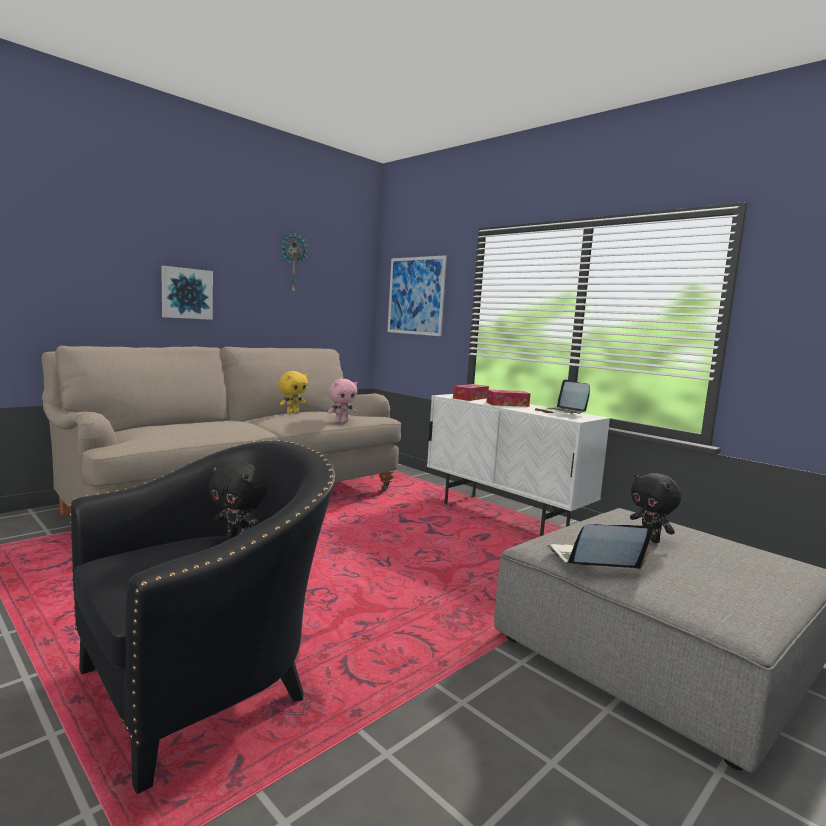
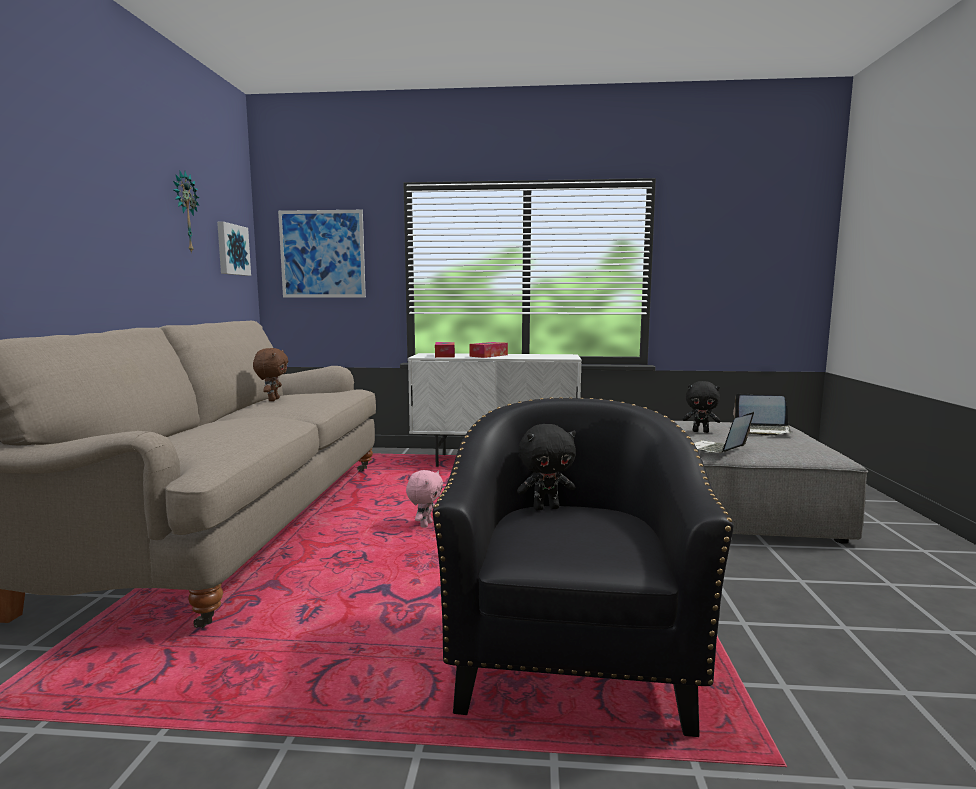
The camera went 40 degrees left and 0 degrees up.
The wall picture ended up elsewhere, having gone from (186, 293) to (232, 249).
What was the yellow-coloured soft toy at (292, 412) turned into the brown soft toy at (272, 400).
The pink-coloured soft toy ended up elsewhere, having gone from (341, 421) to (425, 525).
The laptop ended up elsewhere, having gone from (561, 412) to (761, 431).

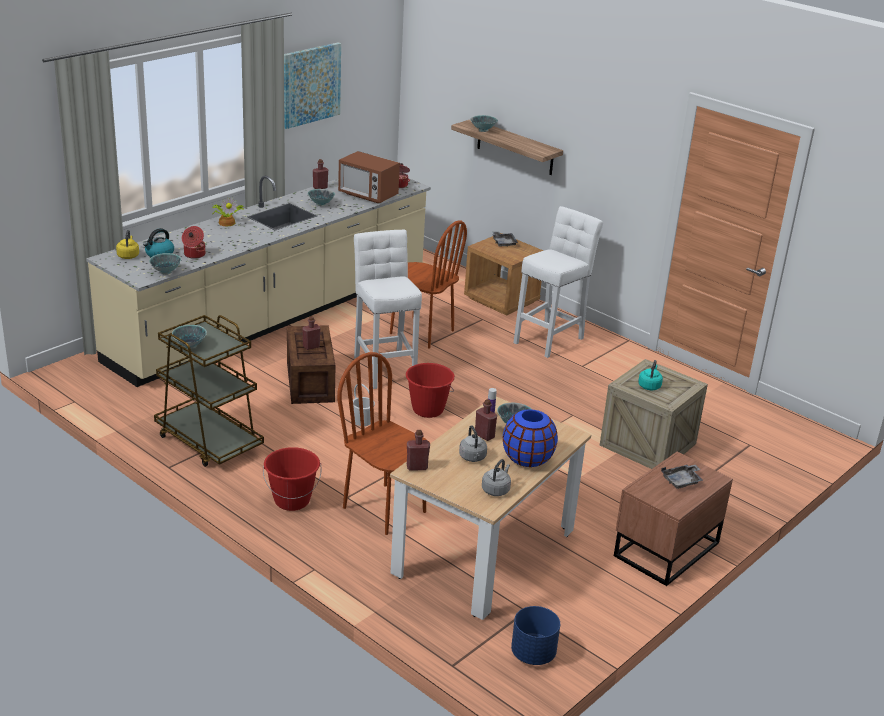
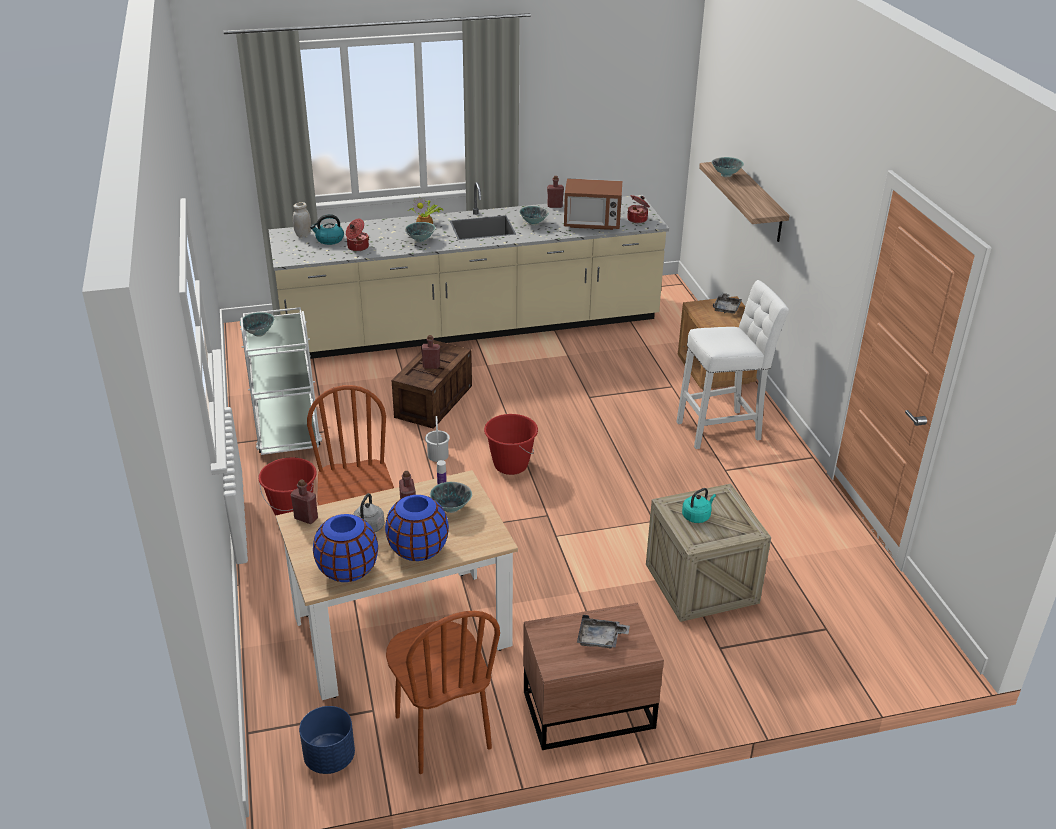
The camera went 35 degrees right and 5 degrees up.
The second view lost the wall picture at (310, 84).
The microwave oven at (368, 195) ended up facing another way, 60 degrees counterclockwise from before.
The brown upright chair ended up elsewhere, having gone from (421, 332) to (441, 732).
Where the yellow-coloured tea kettle stood at (128, 255), the white-coloured preserve jar came to stand at (303, 235).
The second view lost the white-coloured stool at (384, 368).
The bowl ended up elsewhere, having gone from (166, 272) to (421, 240).
What was the brown wheeled cart at (208, 441) turned into the white-coloured wheeled cart at (287, 430).
Where the gray tea kettle stood at (496, 490), the blue-coloured vase came to stand at (348, 570).

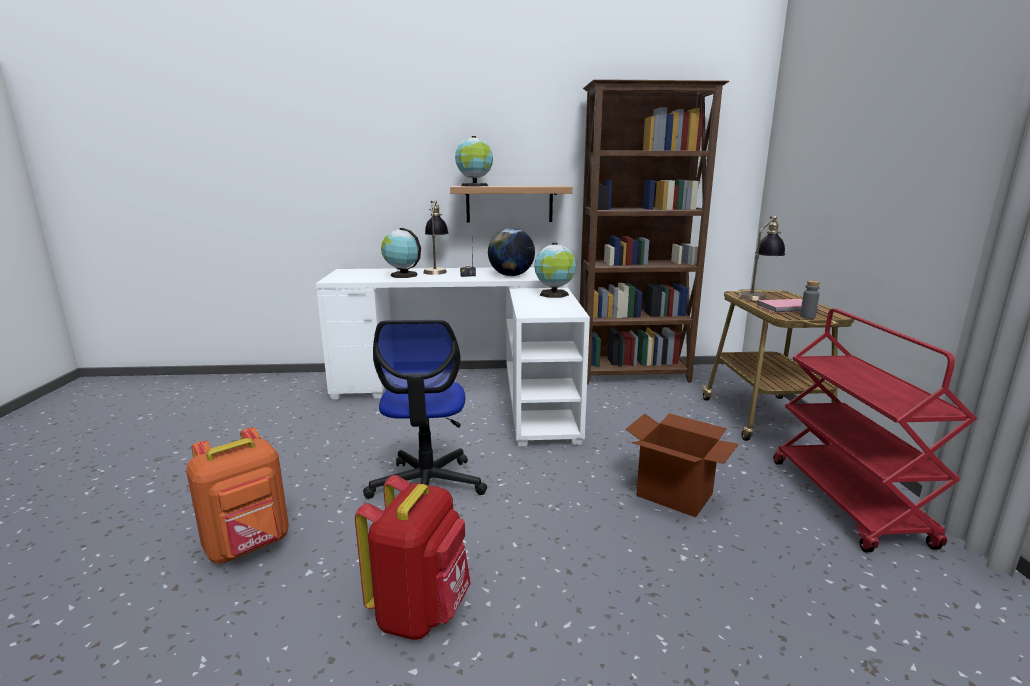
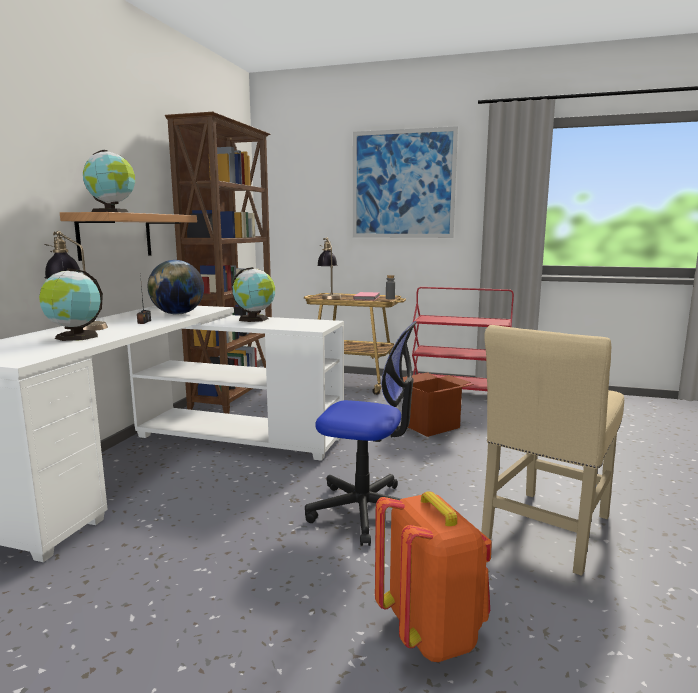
The camera went 70 degrees left and 5 degrees down.
Where the red backpack stood at (420, 611), the beige-coloured upright chair came to stand at (546, 532).
The second view gained the wall picture at (403, 184).

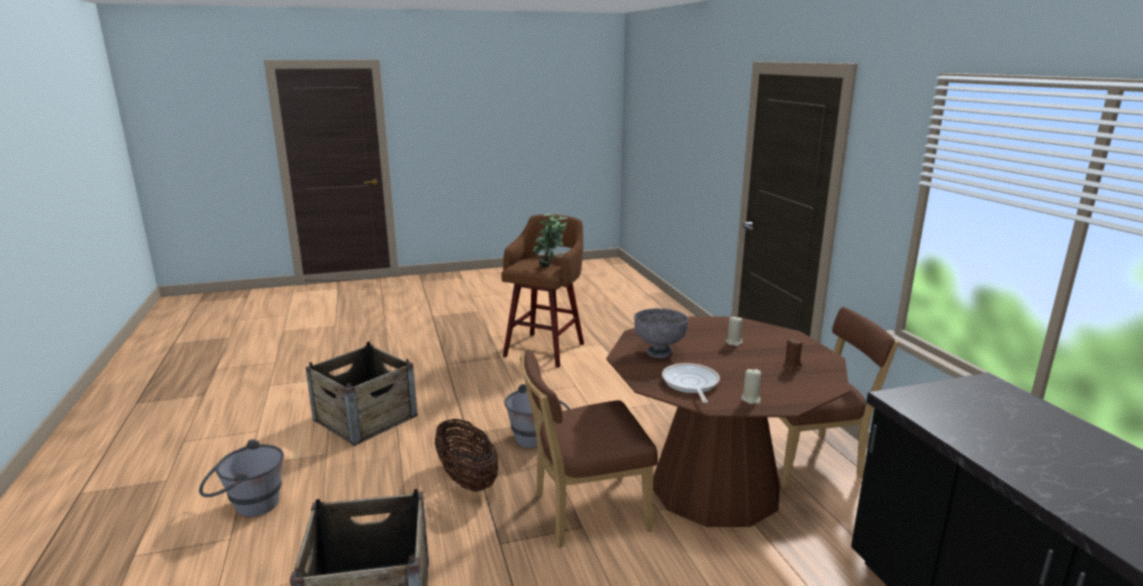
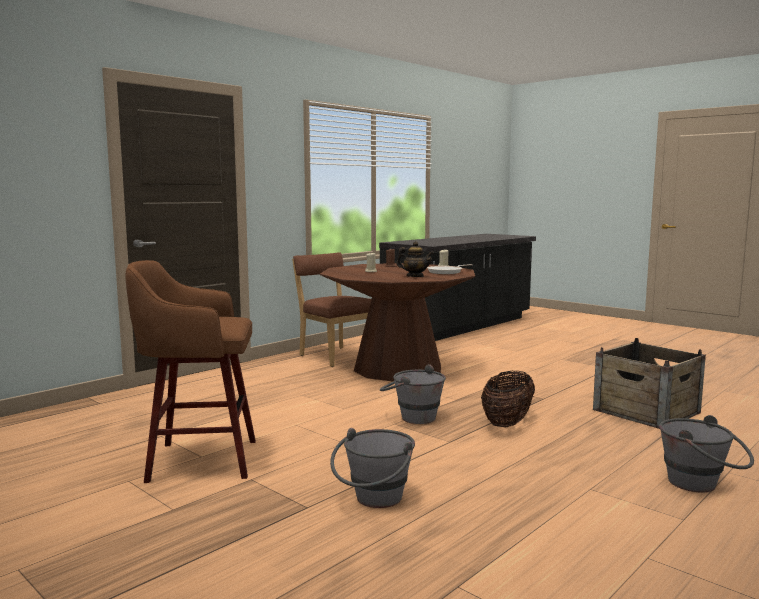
The camera went 120 degrees left and 10 degrees down.
The second view lost the houseplant at (550, 267).
Where the gray bowl stood at (659, 352), the teapot came to stand at (415, 276).
The second view lost the shipping crate at (365, 418).
The second view lost the brown upright chair at (585, 512).
The second view gained the gray bucket at (374, 501).

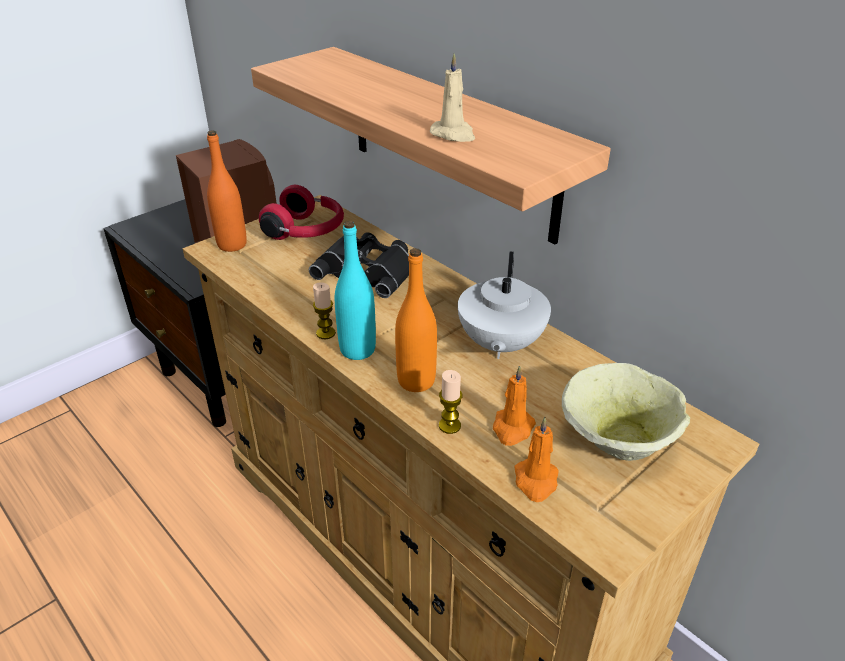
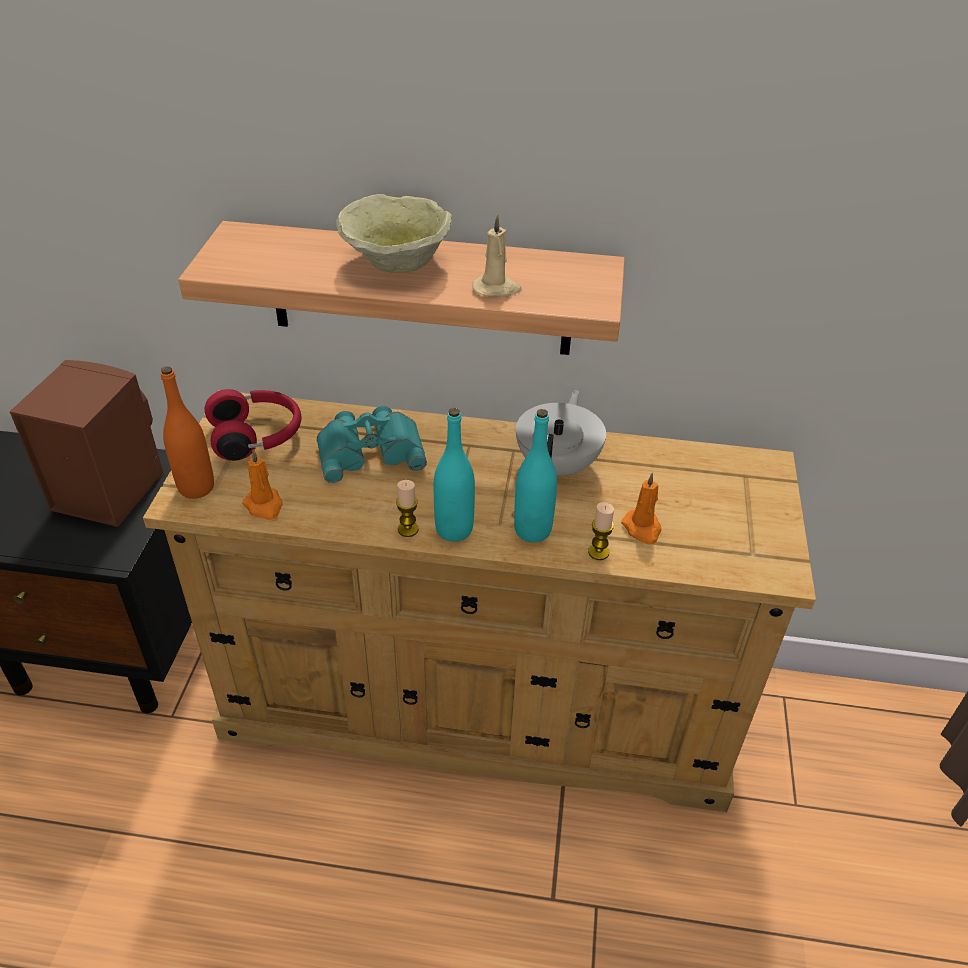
The camera went 40 degrees left and 5 degrees up.
What was the black-coloured field glasses at (368, 270) turned into the turquoise field glasses at (370, 449).
What was the orange drink bottle at (416, 381) turned into the turquoise drink bottle at (532, 530).
The white-coloured teapot at (499, 344) ended up facing another way, 135 degrees counterclockwise from before.
The beige-coloured bowl ended up elsewhere, having gone from (618, 437) to (396, 262).
The orange wax light ended up elsewhere, having gone from (536, 481) to (264, 506).

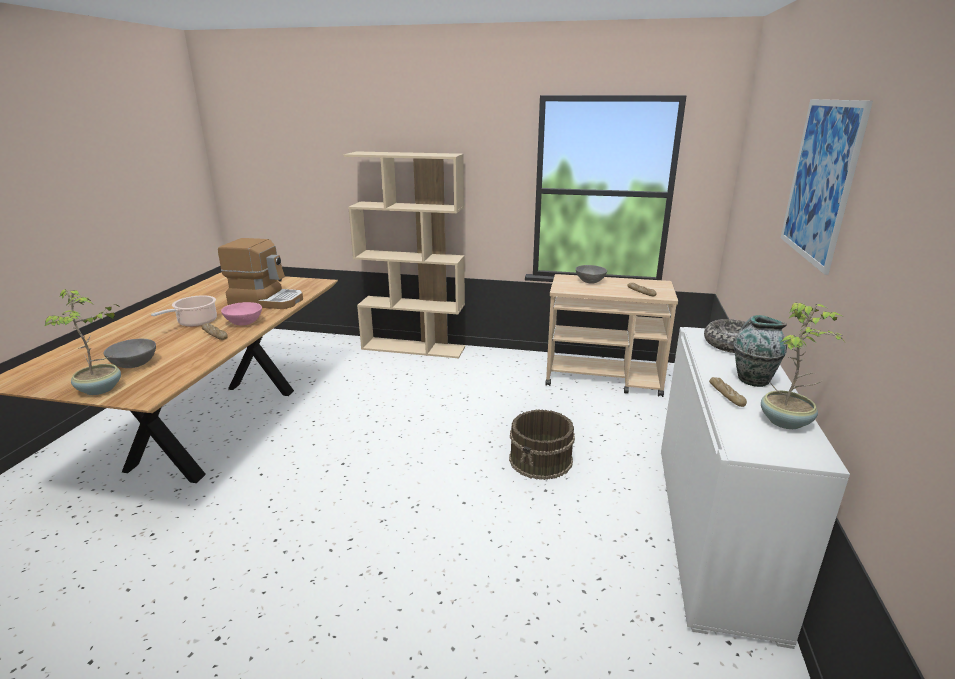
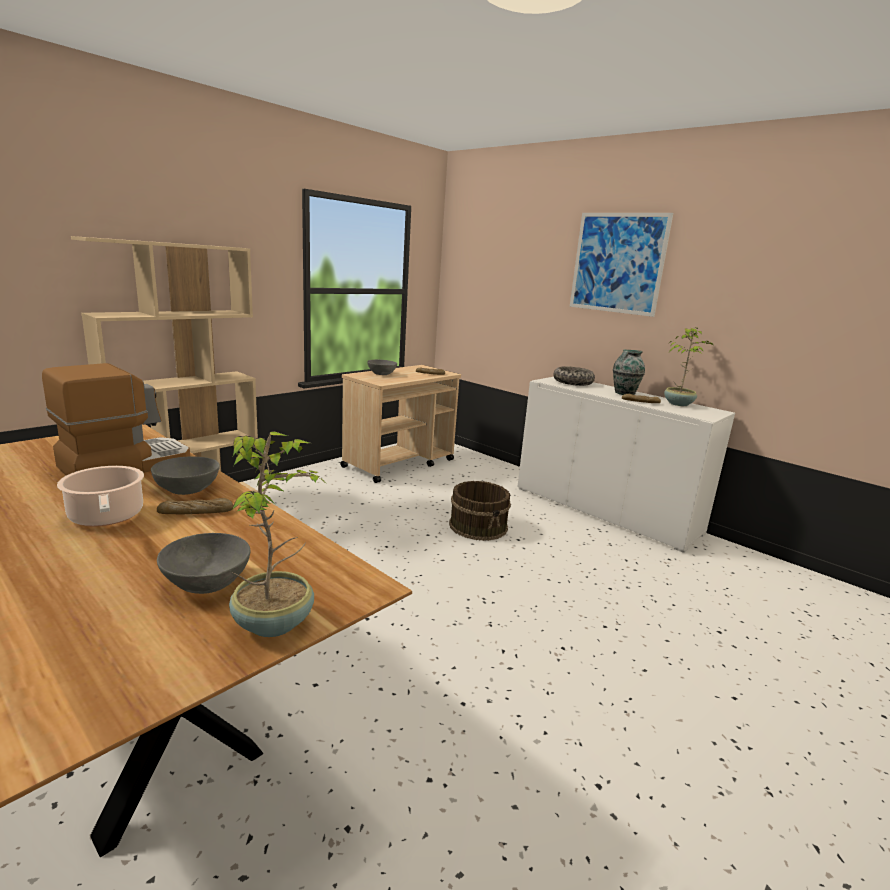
The camera went 60 degrees left and 5 degrees down.
What was the pink-coloured bowl at (244, 323) turned into the gray bowl at (187, 490).

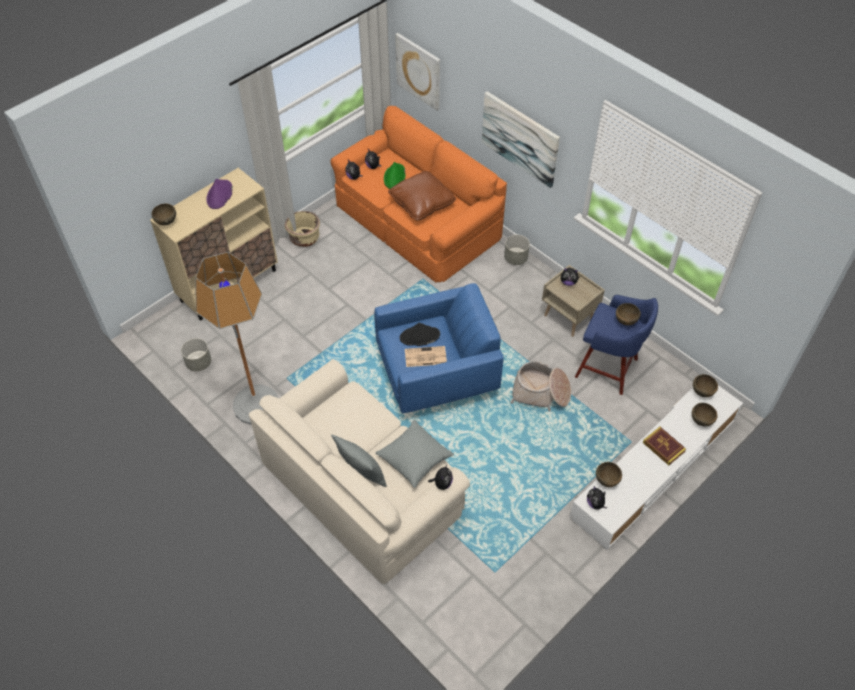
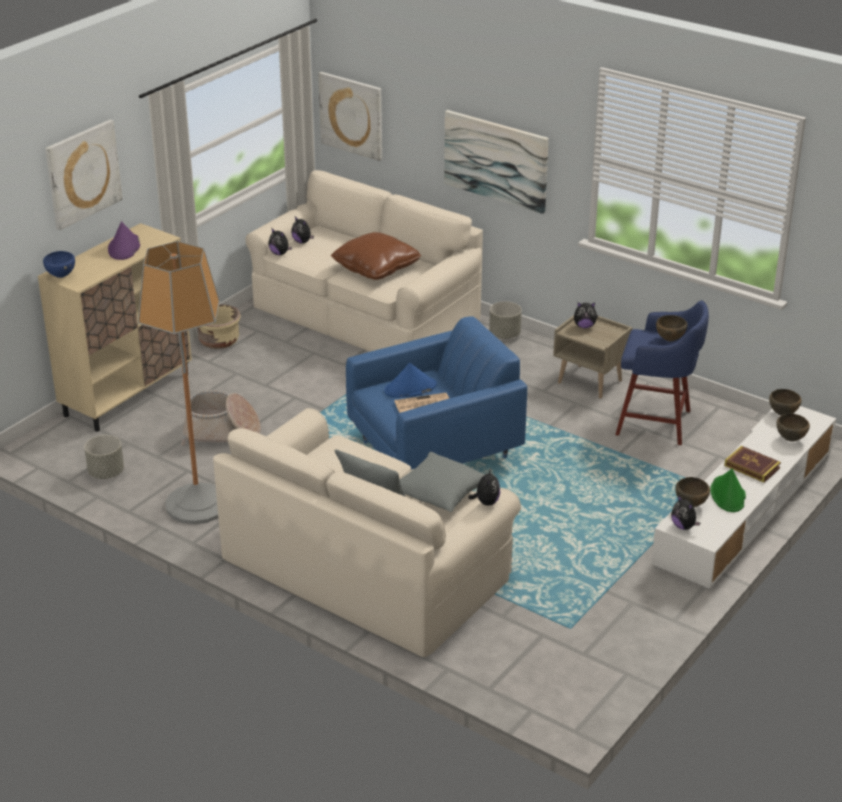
The camera went 10 degrees left and 20 degrees down.
What was the orange sofa at (418, 222) turned into the beige-coloured sofa at (366, 313).
The green clothing hat ended up elsewhere, having gone from (394, 177) to (728, 495).
What was the brown bowl at (166, 222) turned into the blue-coloured bowl at (61, 276).
What was the black-coloured clothing hat at (419, 336) turned into the blue-coloured clothing hat at (410, 388).
The basket ended up elsewhere, having gone from (541, 393) to (222, 432).
The second view gained the wall picture at (82, 173).

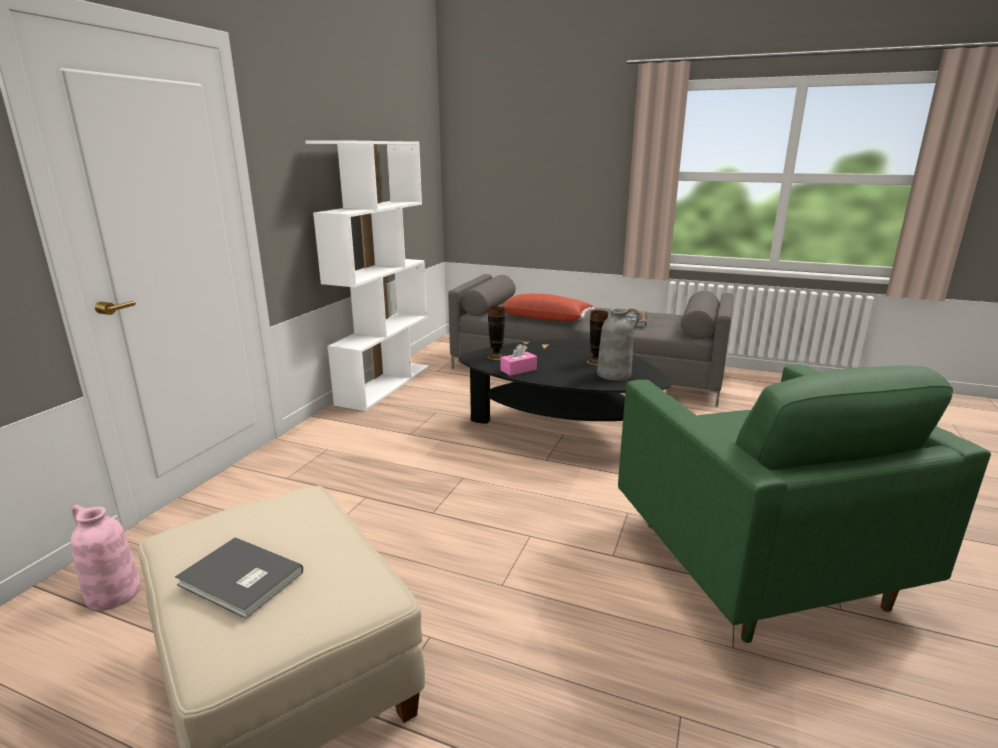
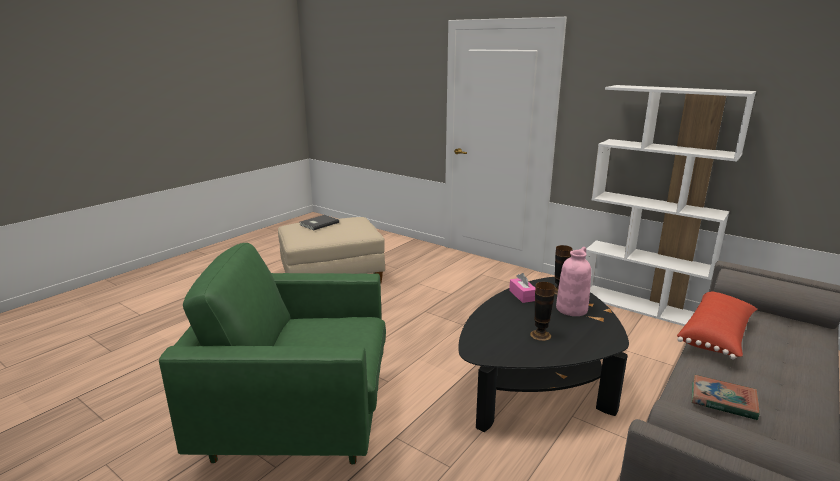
The camera went 105 degrees right and 0 degrees up.
The second view lost the gray vase at (614, 374).
The pink-coloured vase ended up elsewhere, having gone from (112, 594) to (571, 308).

